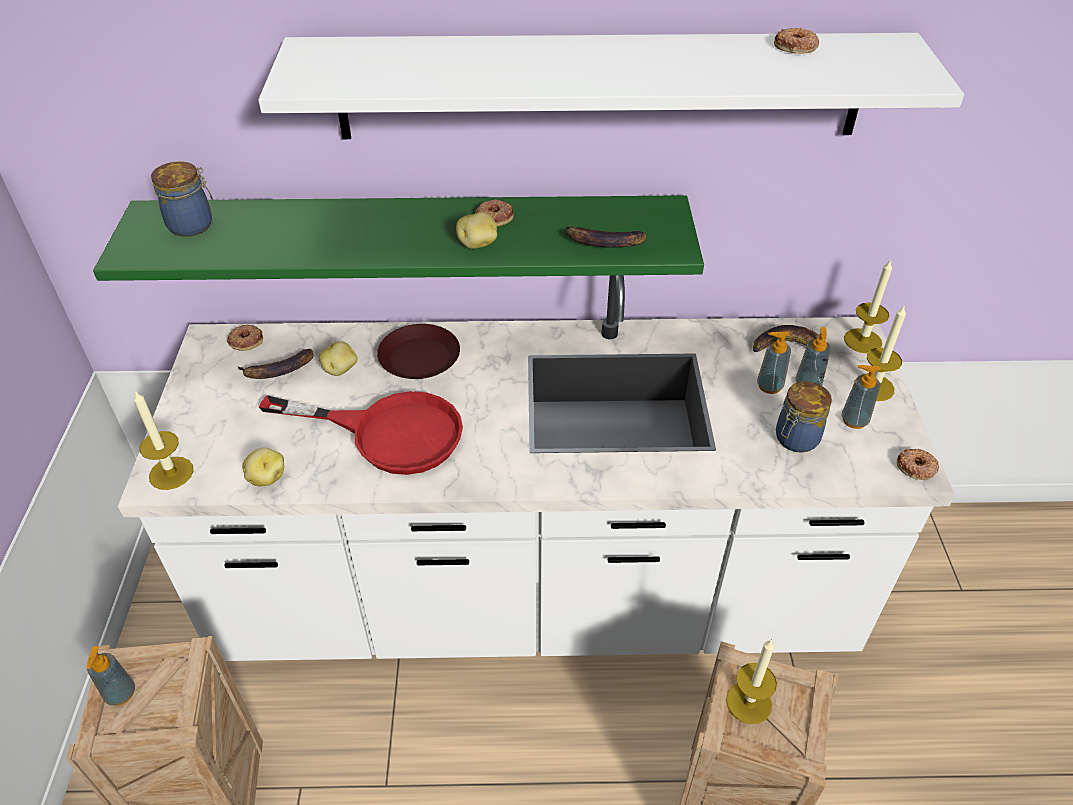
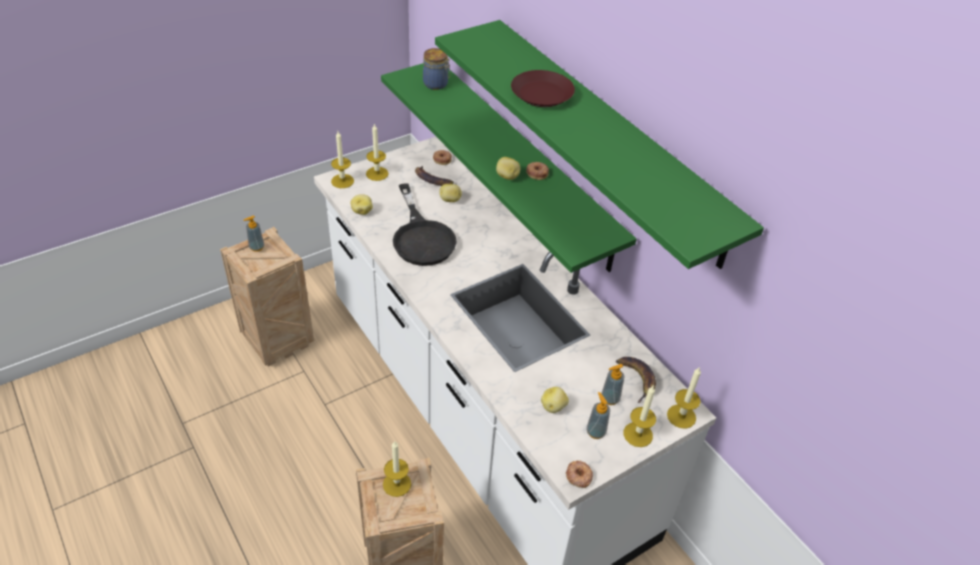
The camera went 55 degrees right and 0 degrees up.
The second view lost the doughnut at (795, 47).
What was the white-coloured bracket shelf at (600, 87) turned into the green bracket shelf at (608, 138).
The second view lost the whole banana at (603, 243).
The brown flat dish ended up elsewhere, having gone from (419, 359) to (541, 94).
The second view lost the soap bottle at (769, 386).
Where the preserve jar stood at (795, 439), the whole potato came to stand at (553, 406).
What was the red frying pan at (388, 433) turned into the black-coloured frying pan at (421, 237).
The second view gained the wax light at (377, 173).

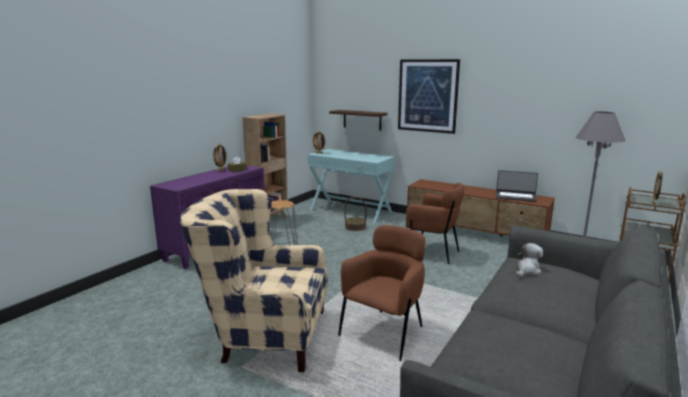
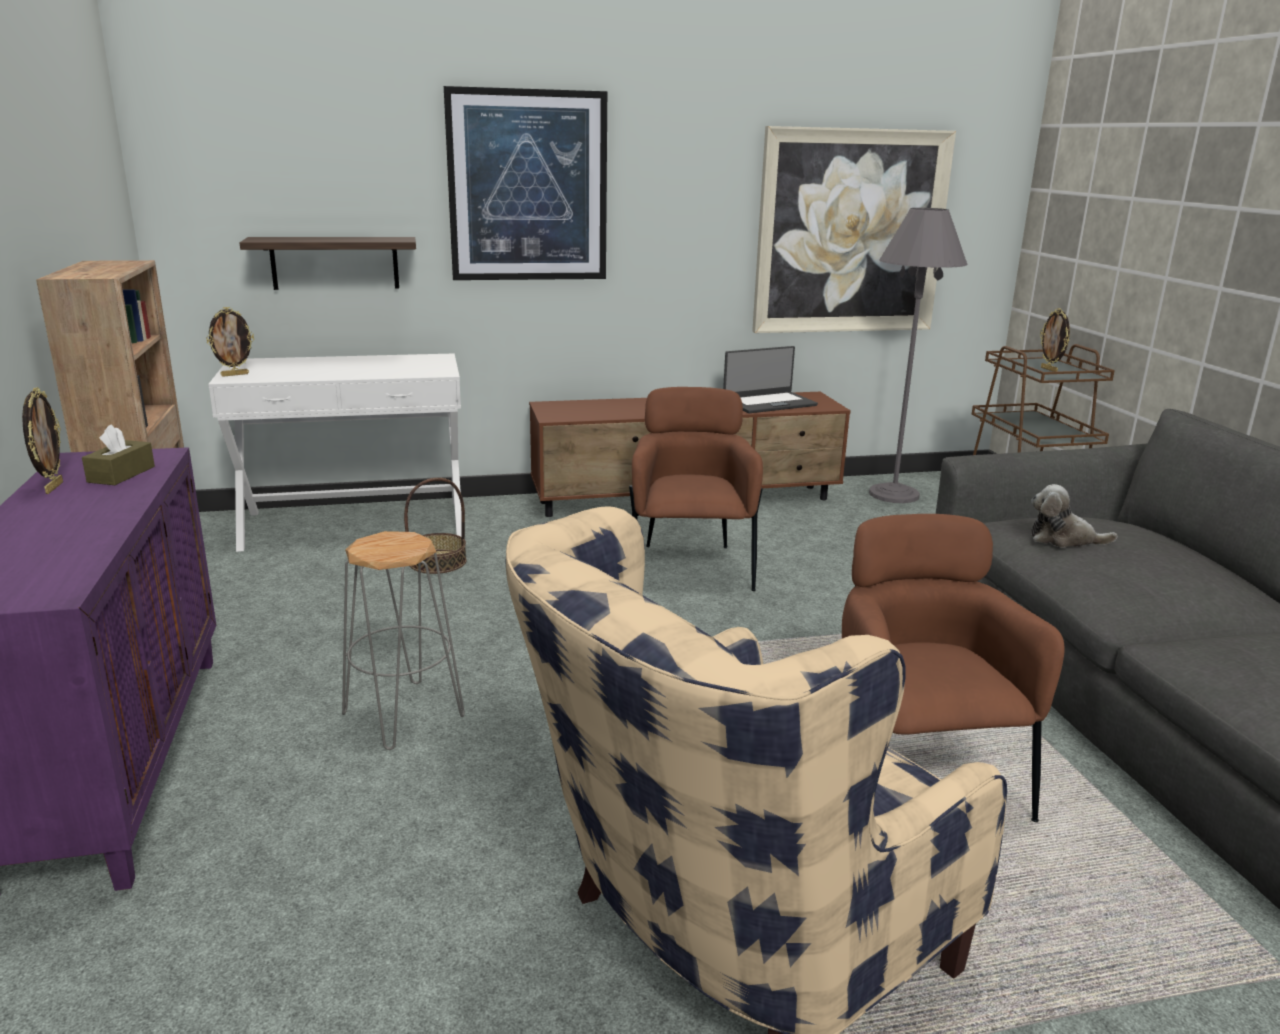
The camera went 45 degrees left and 5 degrees up.
What was the turquoise narrow table at (351, 211) turned into the white-coloured narrow table at (355, 524).
The brown armchair at (432, 253) ended up facing another way, 75 degrees counterclockwise from before.
The soft toy at (527, 271) ended up facing another way, 75 degrees counterclockwise from before.
The second view gained the wall picture at (850, 232).

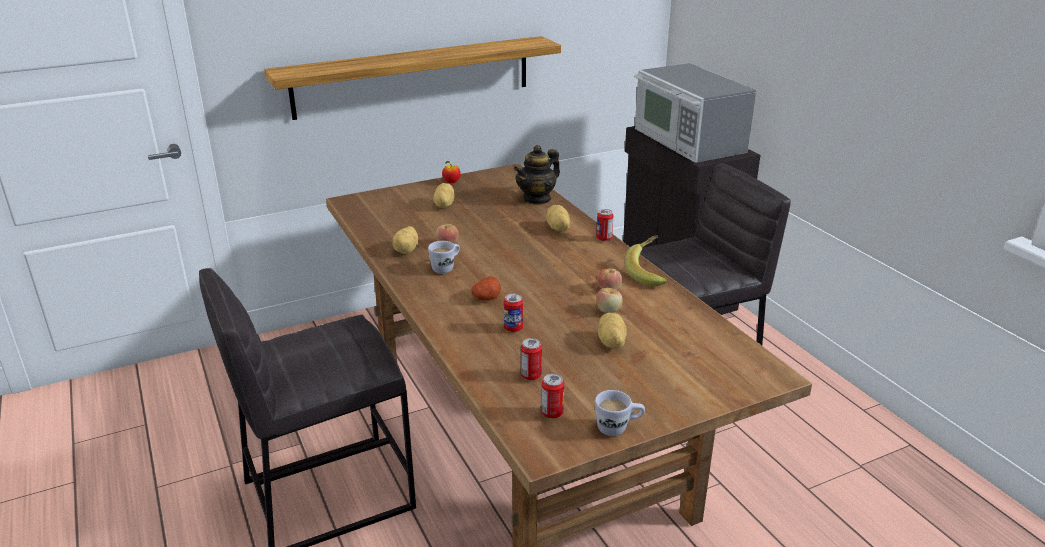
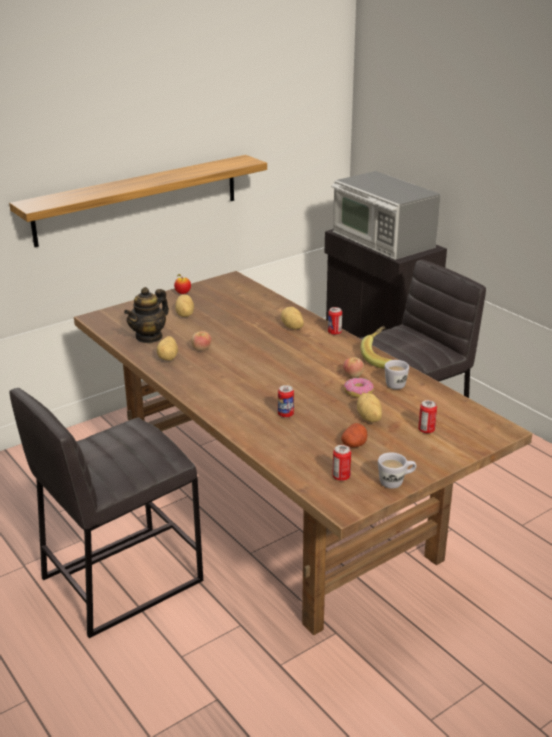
The camera went 10 degrees left and 0 degrees up.
The teapot ended up elsewhere, having gone from (537, 198) to (149, 337).
The white-coloured coffee mug ended up elsewhere, having gone from (446, 267) to (397, 383).
The whole potato ended up elsewhere, having gone from (486, 298) to (354, 444).
Where the apple fruit stood at (609, 310), the doughnut came to stand at (358, 392).
The sealed can ended up elsewhere, having gone from (531, 376) to (426, 430).

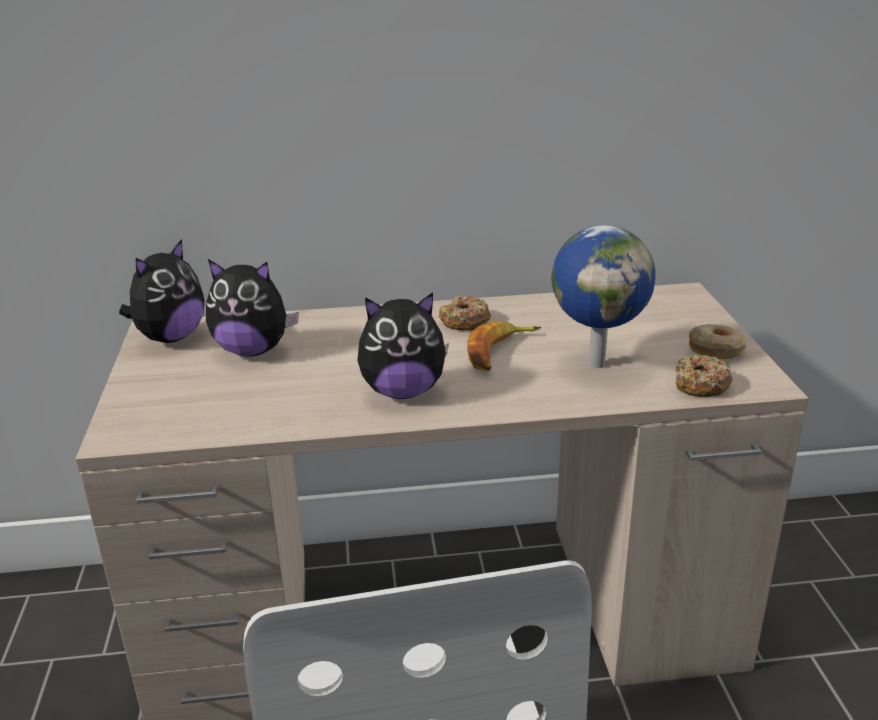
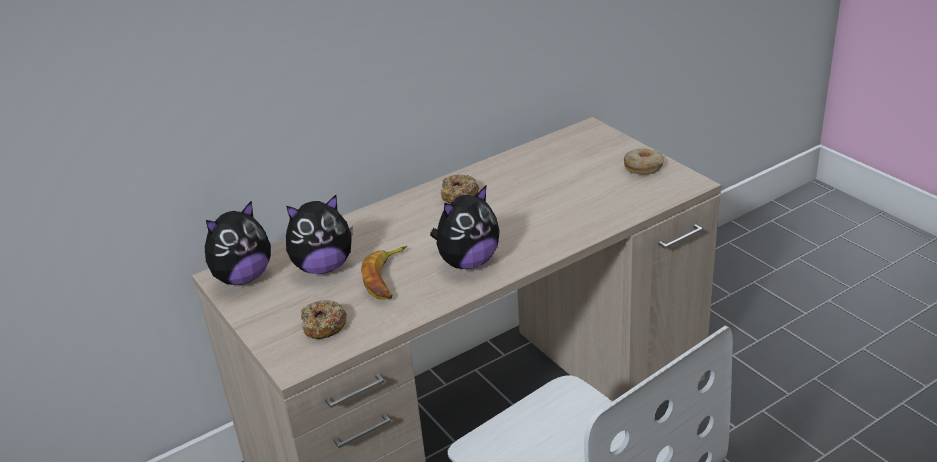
The camera went 25 degrees left and 5 degrees up.
The second view lost the world globe at (596, 363).
The soft toy at (170, 337) ended up facing another way, 45 degrees clockwise from before.
The whole banana ended up elsewhere, having gone from (500, 352) to (386, 278).
The doughnut ended up elsewhere, having gone from (700, 385) to (324, 326).

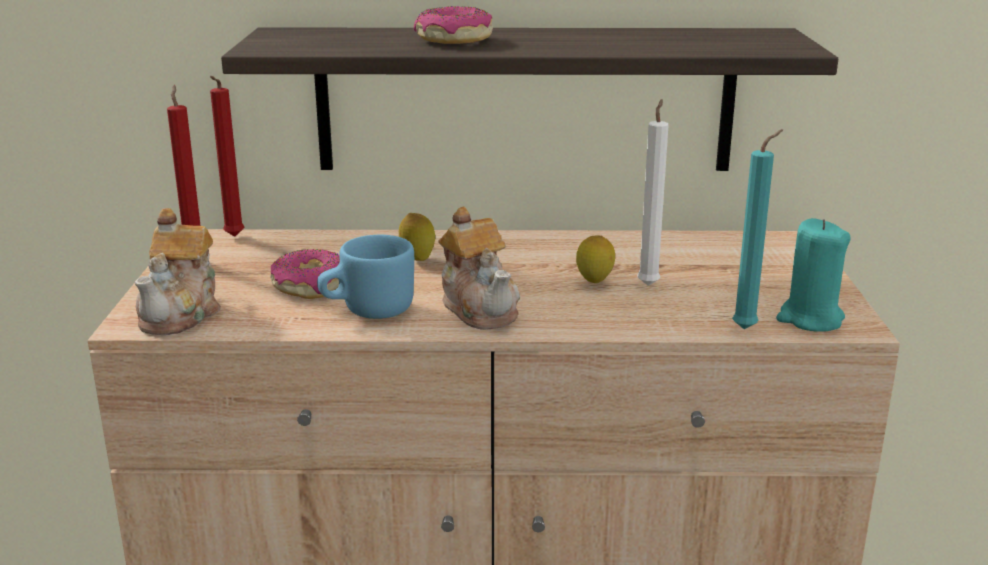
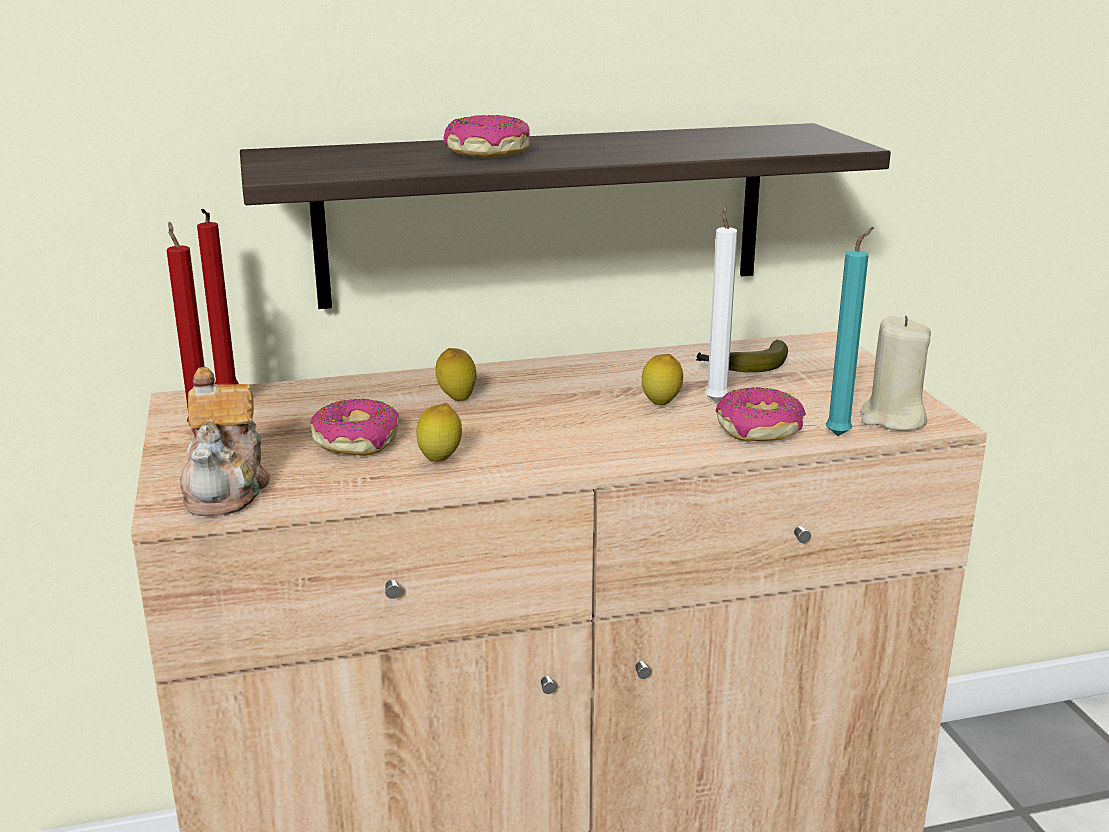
The camera went 15 degrees left and 0 degrees up.
The second view lost the teapot at (480, 308).
What was the turquoise wax light at (809, 319) turned into the beige-coloured wax light at (892, 419).
Where the blue-coloured coffee mug stood at (367, 311), the whole lemon came to stand at (440, 462).
The second view gained the whole banana at (745, 367).
The second view gained the doughnut at (760, 429).

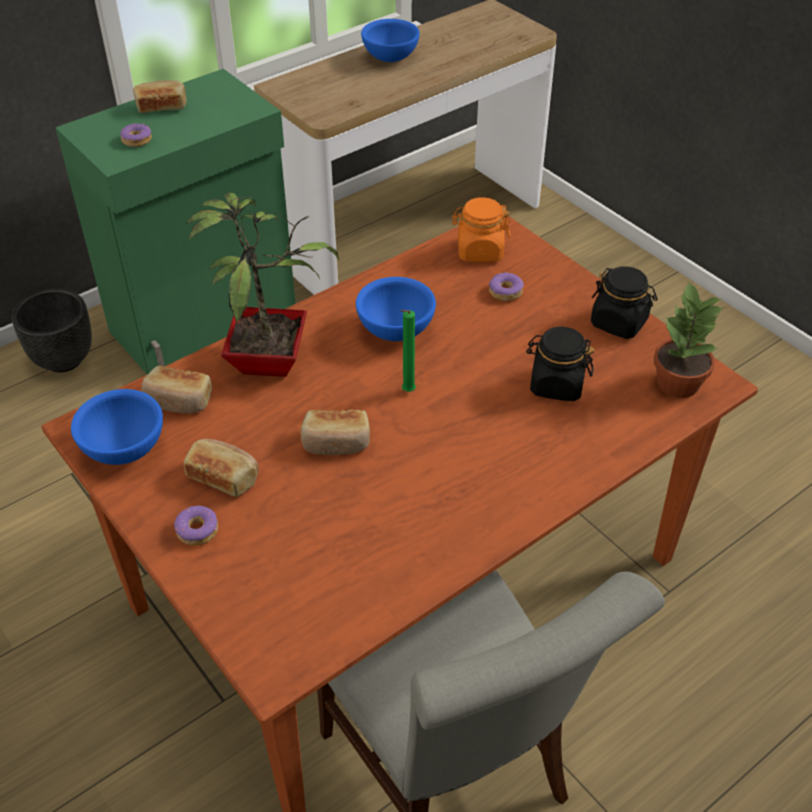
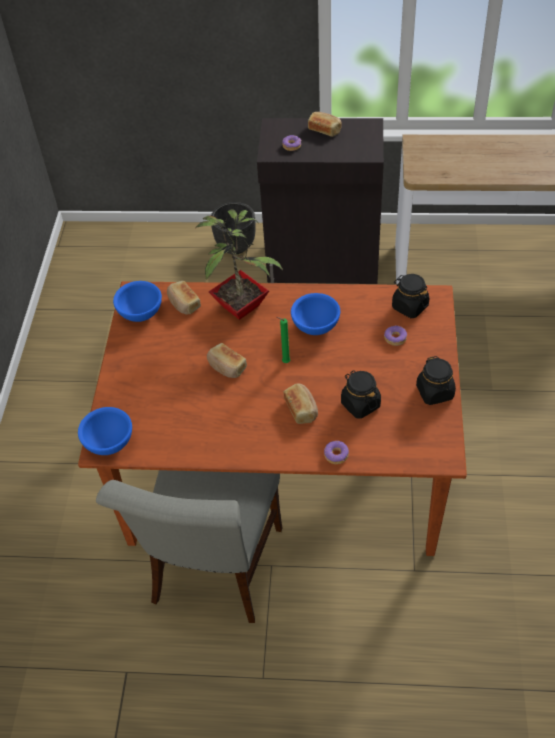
The camera went 45 degrees right and 5 degrees up.
The blue-coloured bowl ended up elsewhere, having gone from (390, 57) to (109, 442).
What was the green cupboard at (206, 322) turned into the black-coloured cupboard at (323, 264).
What was the orange preserve jar at (479, 251) turned into the black-coloured preserve jar at (409, 306).
The second view lost the houseplant at (676, 383).
The baked bread ended up elsewhere, having gone from (224, 476) to (301, 409).
The doughnut ended up elsewhere, having gone from (198, 531) to (336, 455).

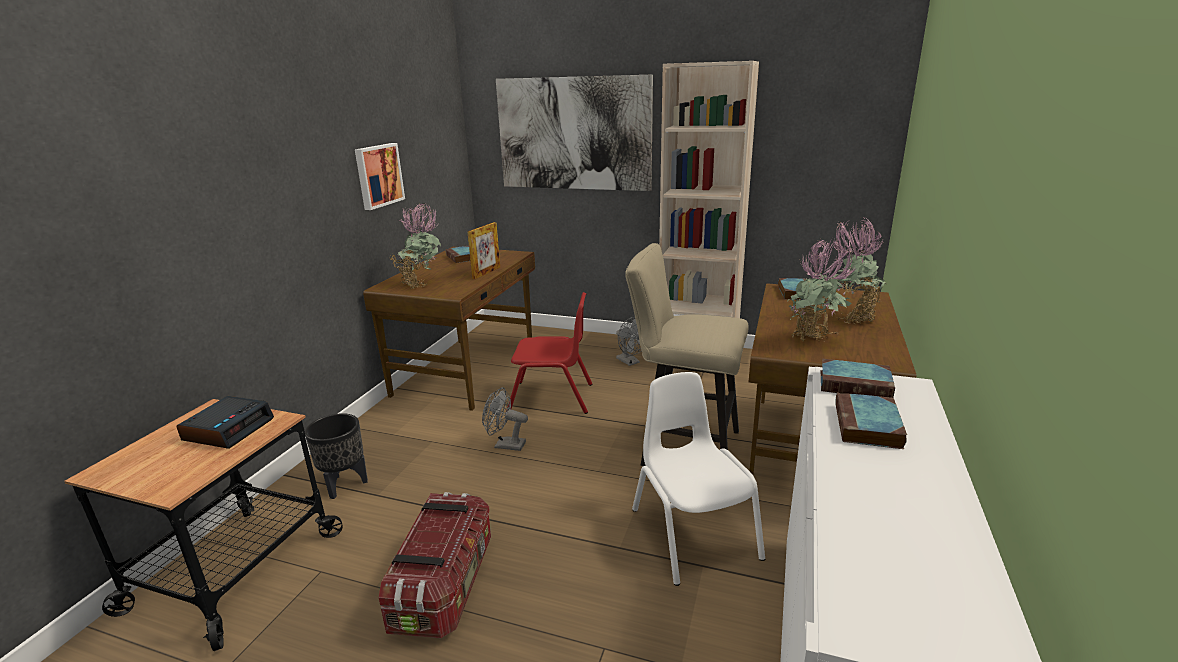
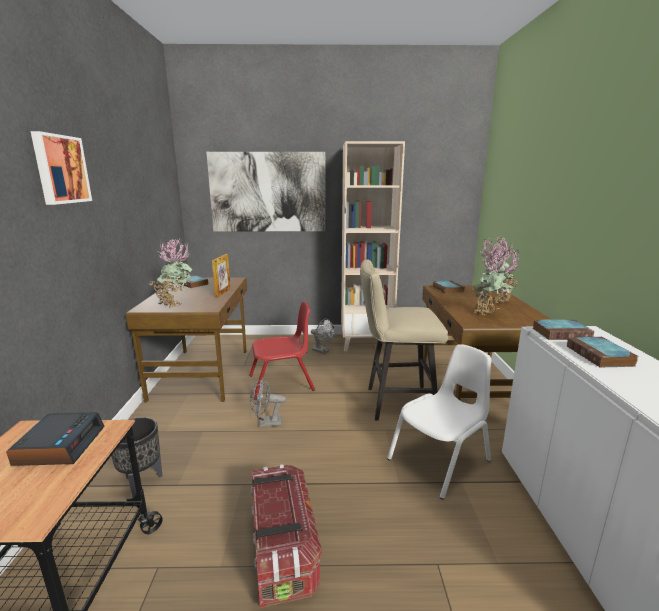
The camera went 20 degrees left and 5 degrees down.
The wall picture ended up elsewhere, having gone from (378, 175) to (60, 169).
The white-coloured upright chair at (693, 533) ended up facing another way, 90 degrees clockwise from before.

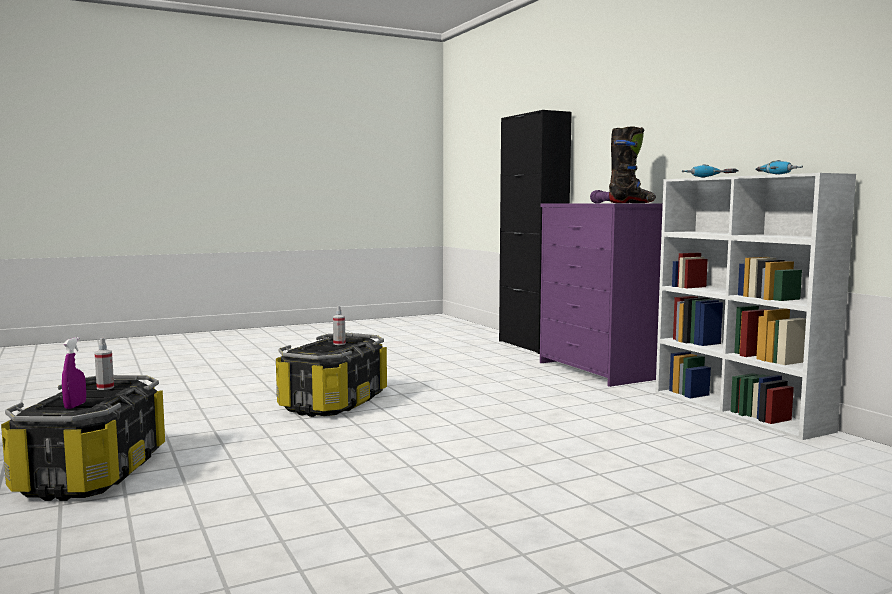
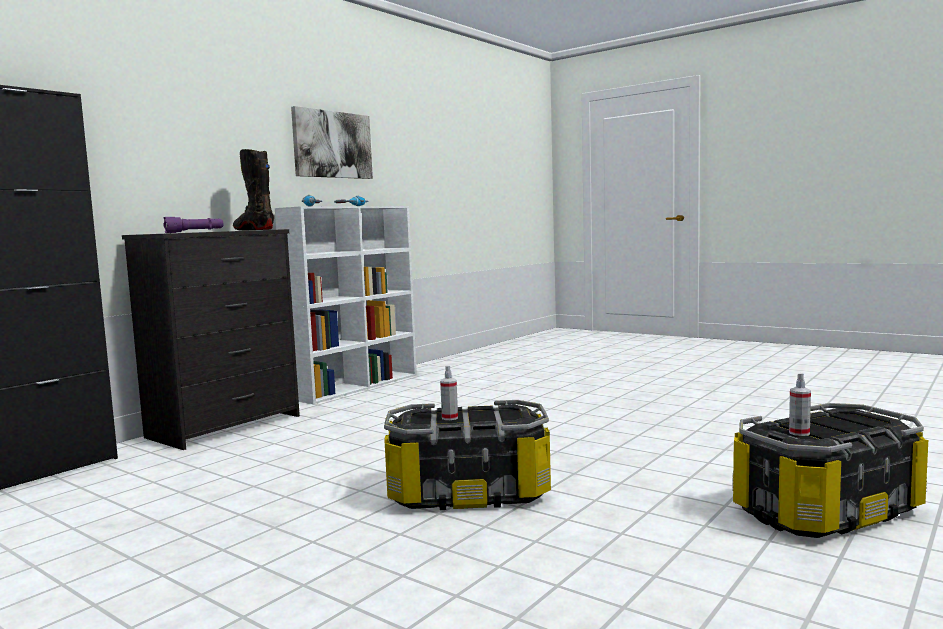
The camera went 115 degrees left and 0 degrees up.
What was the purple-coloured chest of drawers at (596, 371) turned into the black-coloured chest of drawers at (226, 426).
The second view lost the purple-coloured hand sprayer at (75, 406).
The second view gained the wall picture at (332, 145).

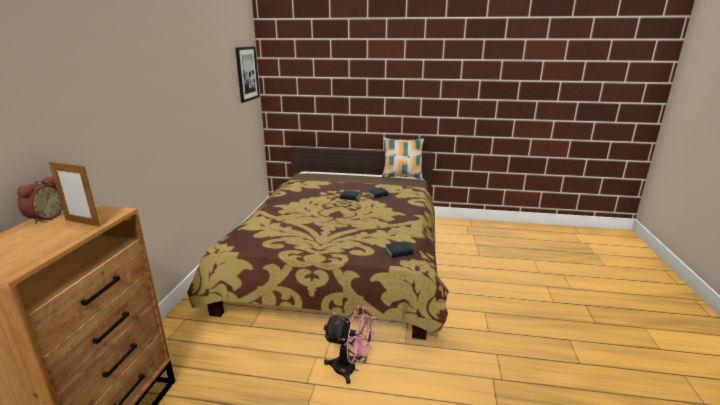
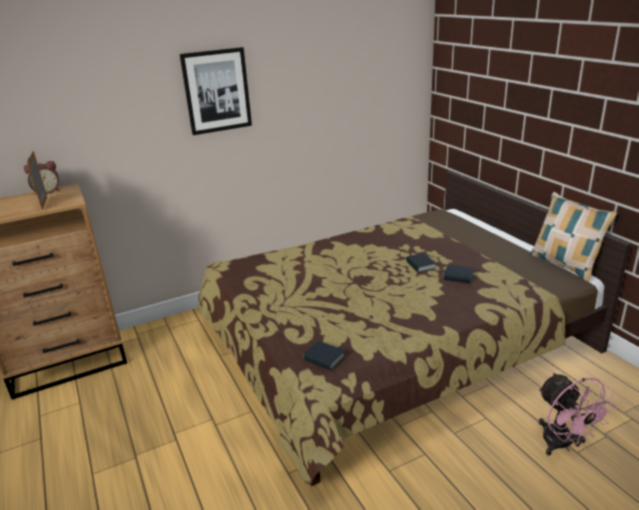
The camera went 55 degrees right and 5 degrees up.
The wall picture ended up elsewhere, having gone from (247, 73) to (217, 91).
The pink-coloured cooling fan ended up elsewhere, having gone from (351, 369) to (563, 445).

